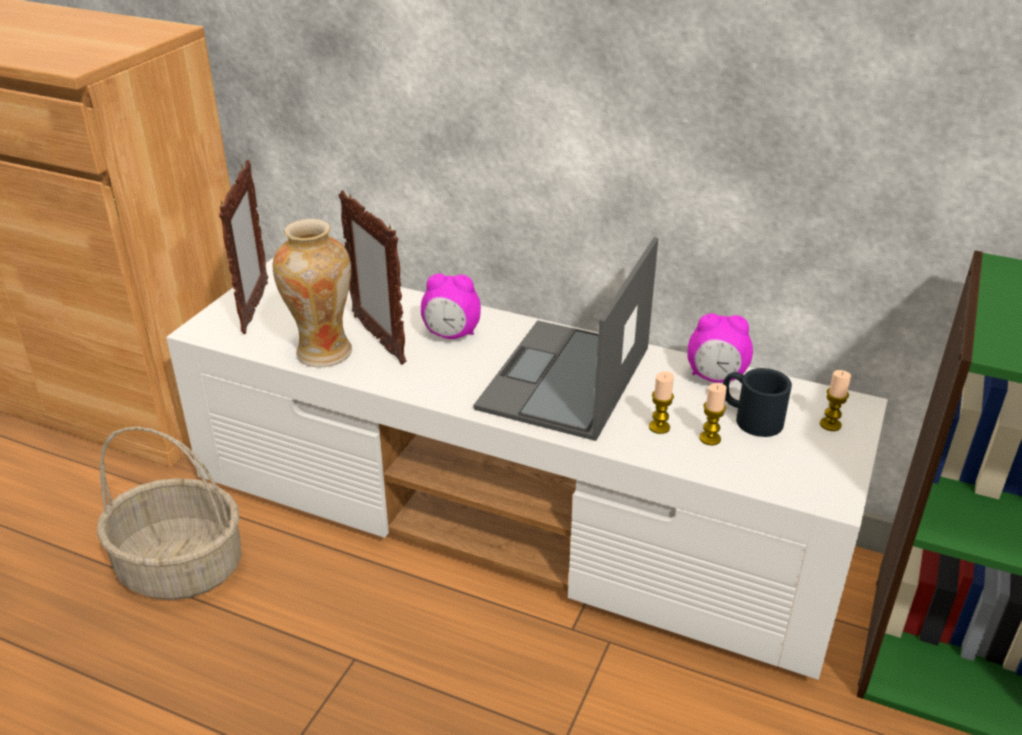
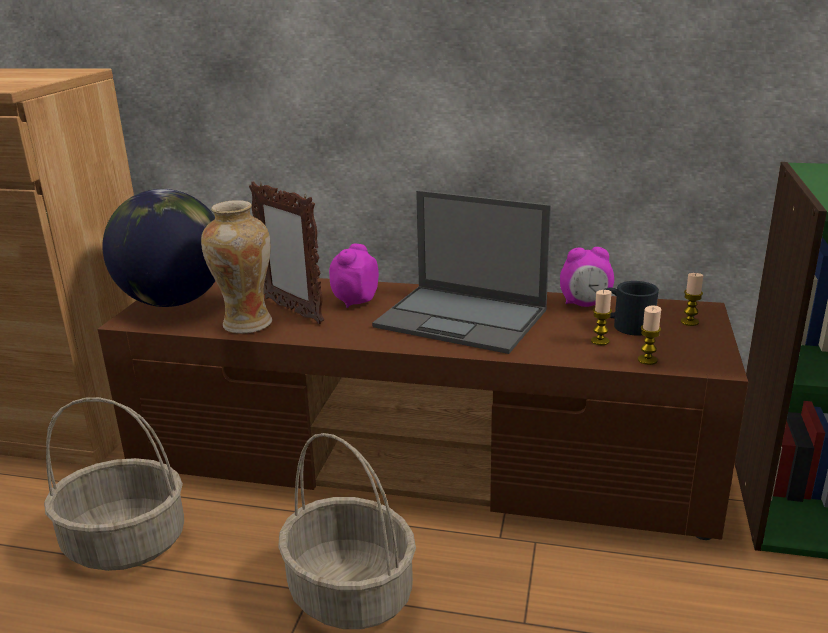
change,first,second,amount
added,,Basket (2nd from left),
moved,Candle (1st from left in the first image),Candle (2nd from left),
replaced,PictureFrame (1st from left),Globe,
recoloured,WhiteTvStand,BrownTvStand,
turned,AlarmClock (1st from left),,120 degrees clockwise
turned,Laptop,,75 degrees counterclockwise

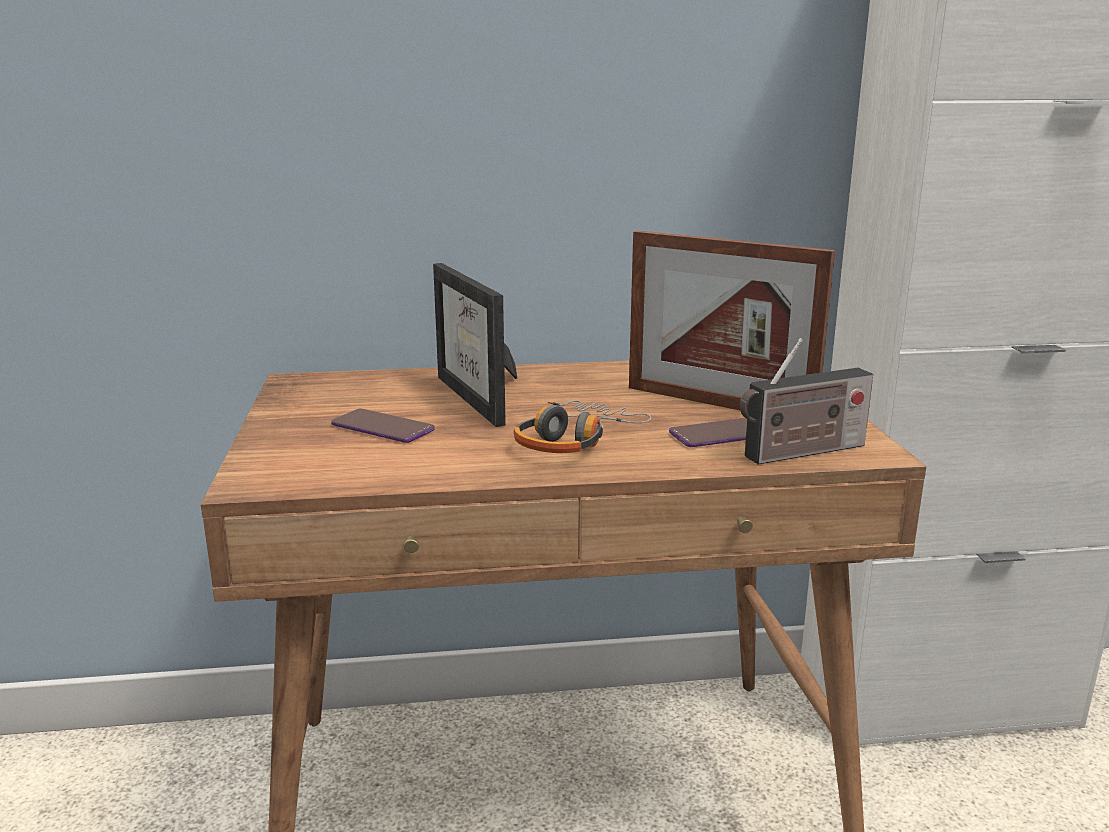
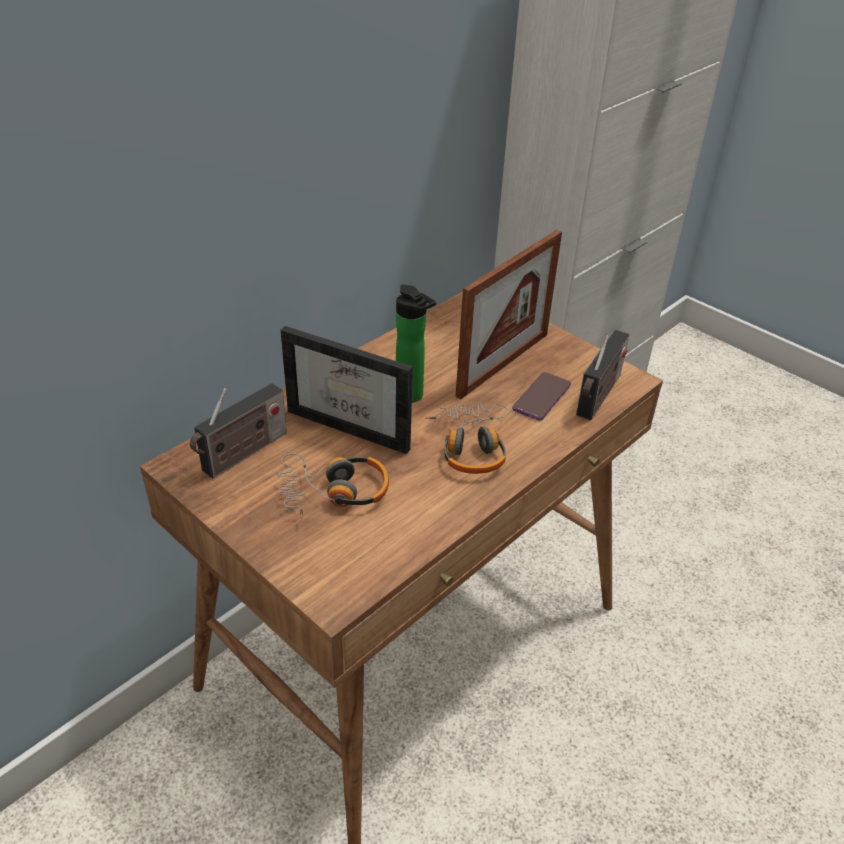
change,first,second,amount
added,,Radio (1st from left),
added,,Bottle,
replaced,Phone (1st from left),Headphones (1st from left),
turned,PictureFrame (2nd from left),,45 degrees counterclockwise

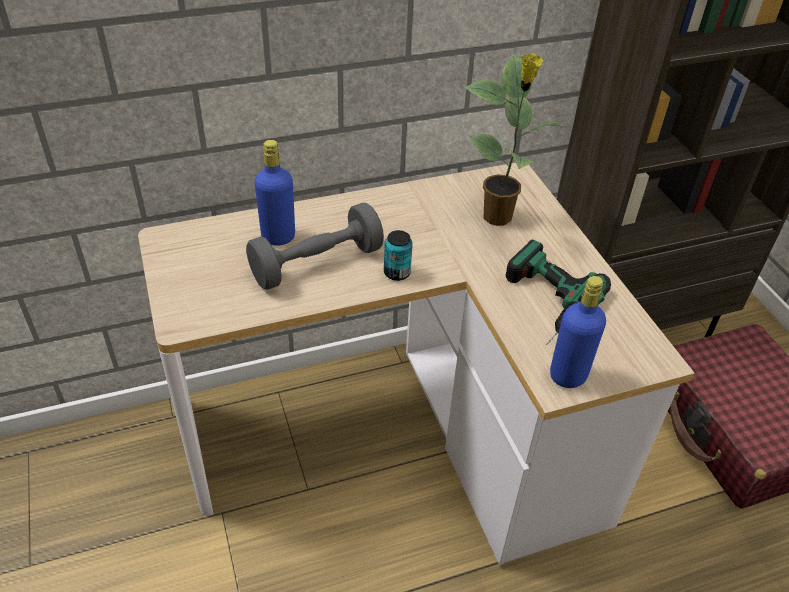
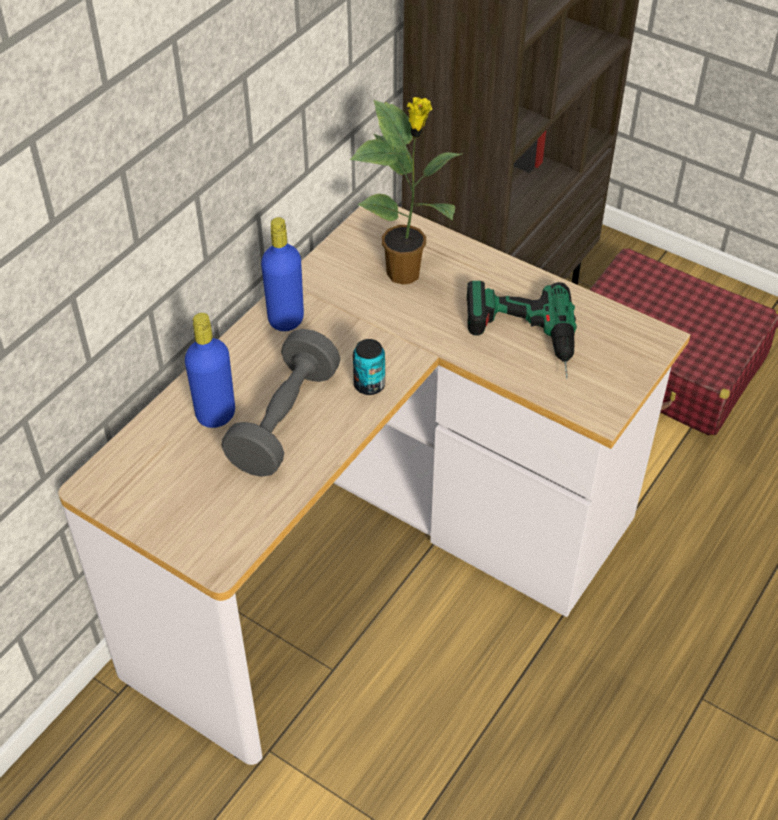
change,first,second,amount
moved,BlueBottle (2nd from left),,

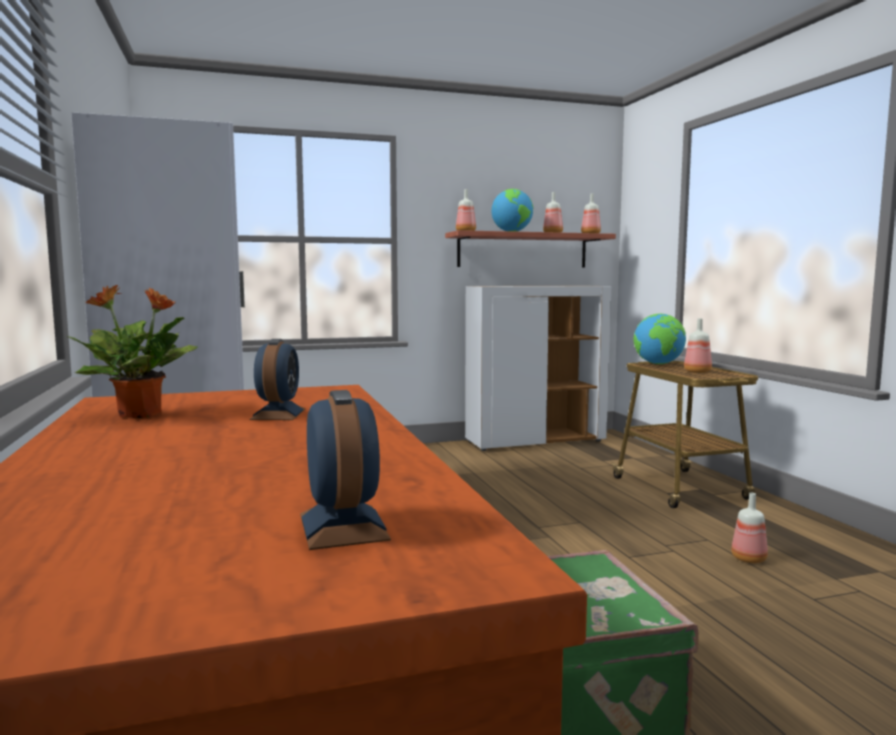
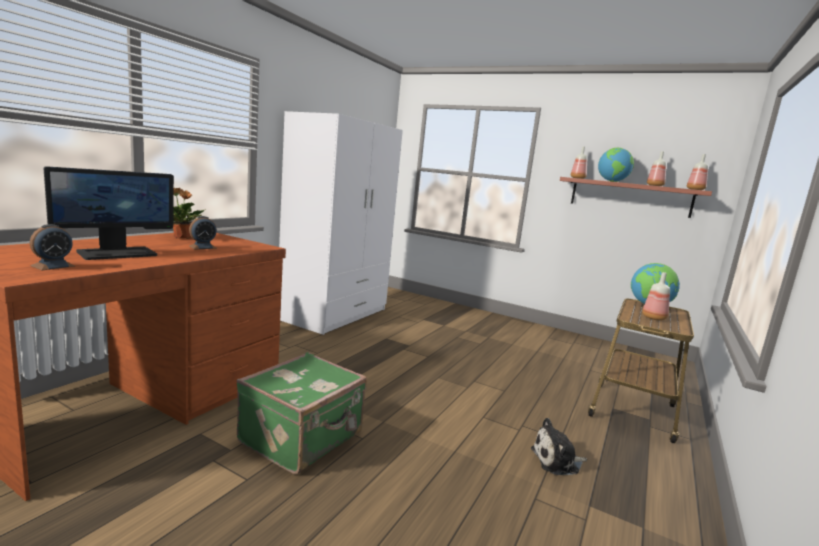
change,first,second,amount
removed,WhiteCabinet,,
added,,Monitor,
replaced,Bottle (5th from left),PlushToy,

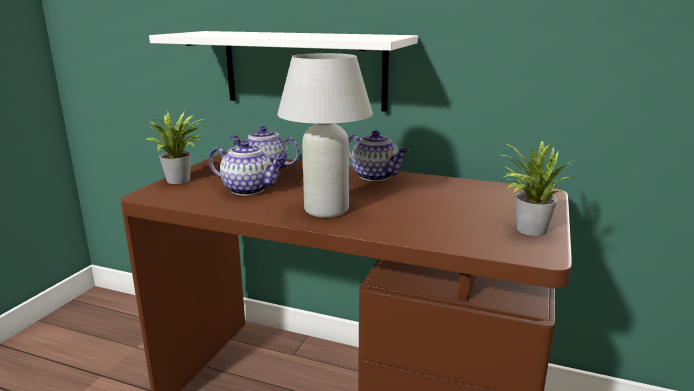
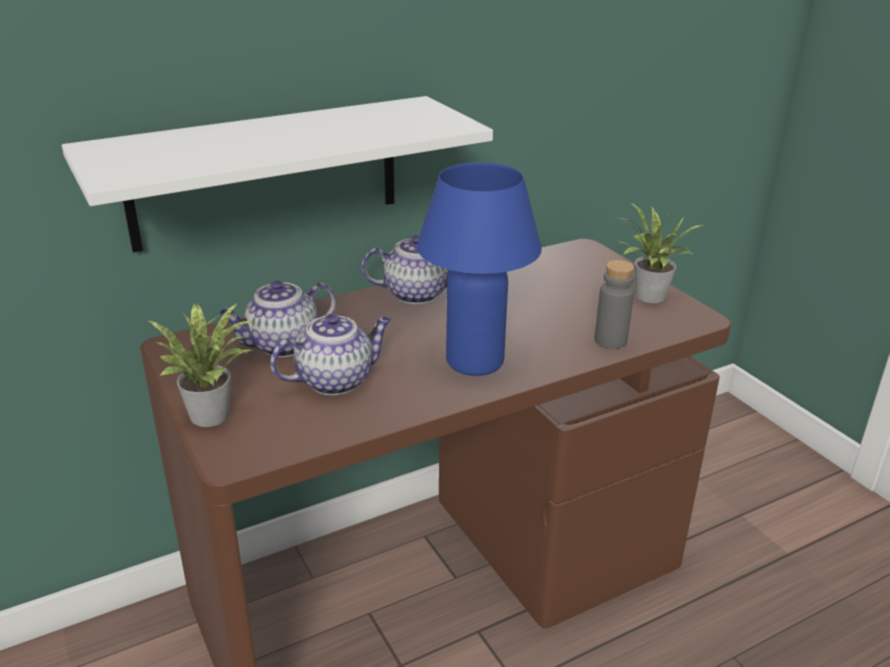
change,first,second,amount
added,,GreyBottle,
recoloured,WhiteTableLamp,BlueTableLamp,

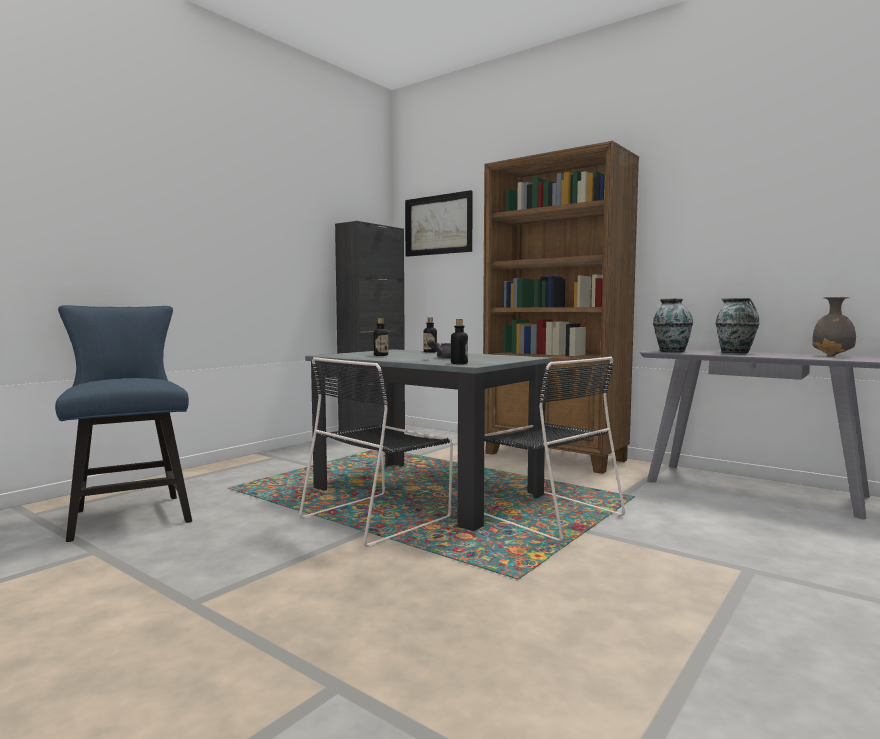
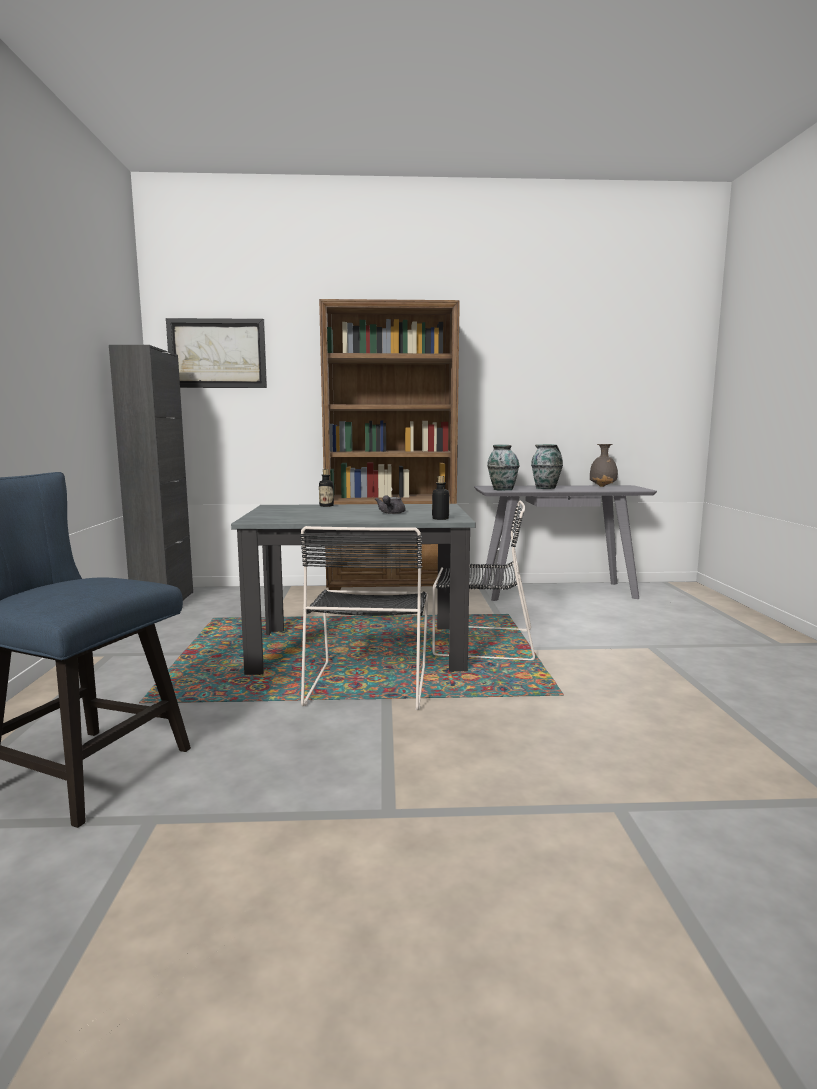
change,first,second,amount
removed,Bottle (1st from left),,

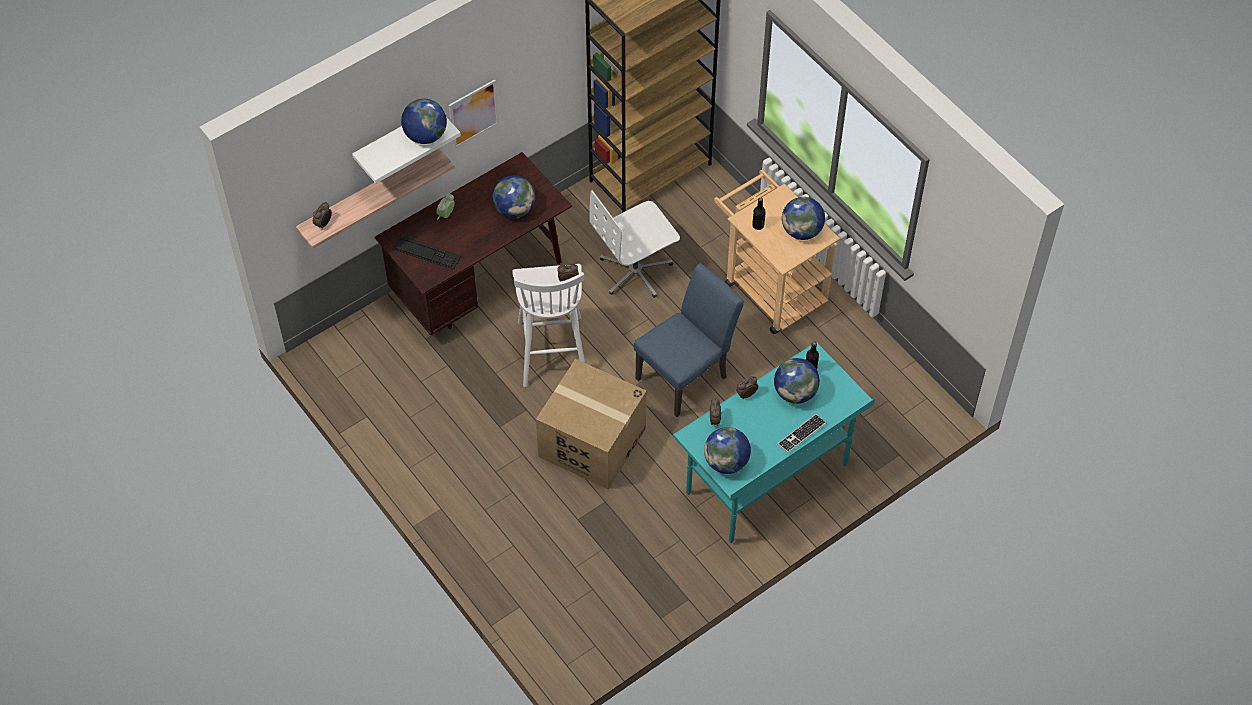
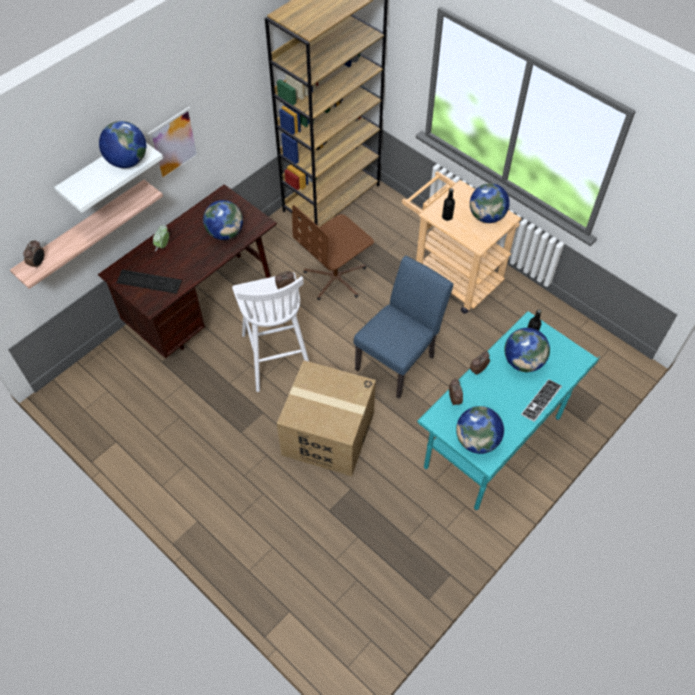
change,first,second,amount
recoloured,WhiteOfficeChair,BrownOfficeChair,

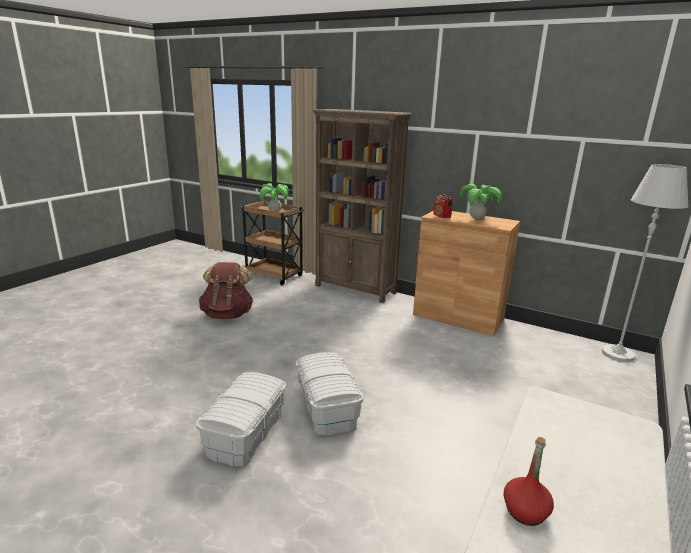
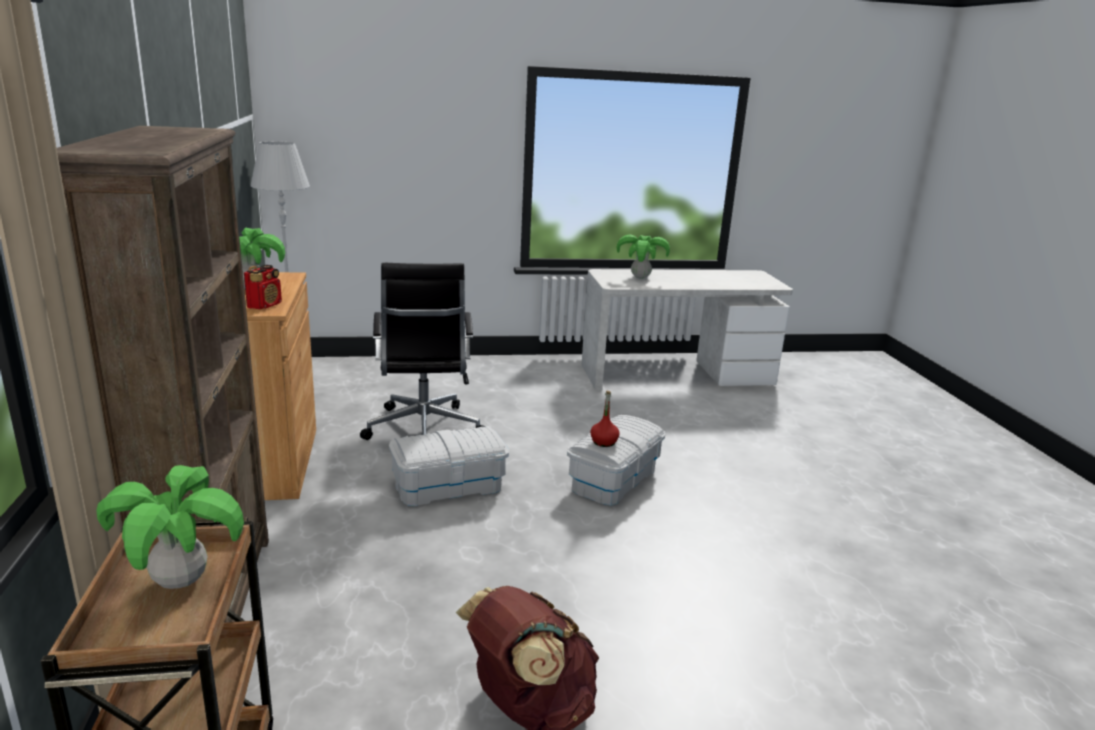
change,first,second,amount
added,,BlackOfficeChair,
added,,PottedPlant (3rd from left),
moved,WhiteStorageBox (1st from left),,
moved,RedBottle,,

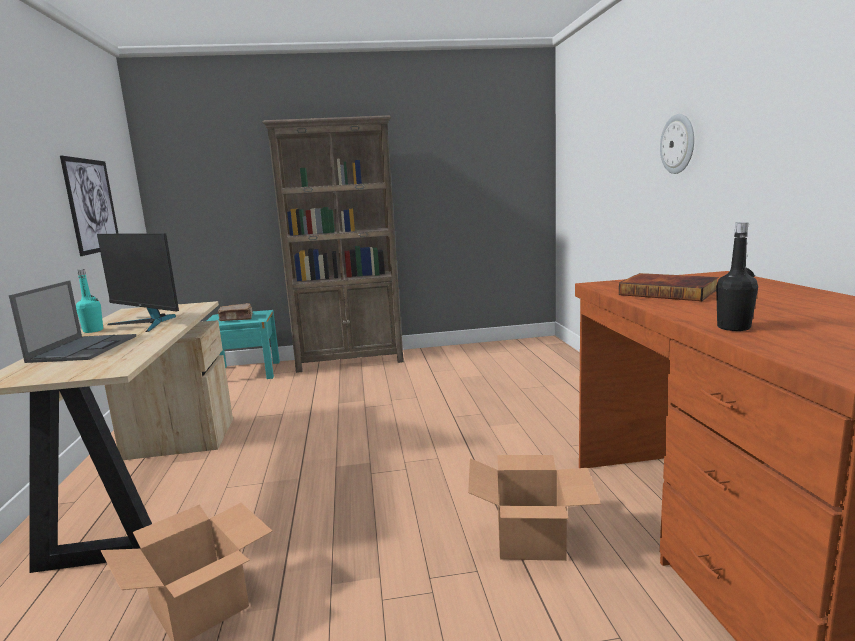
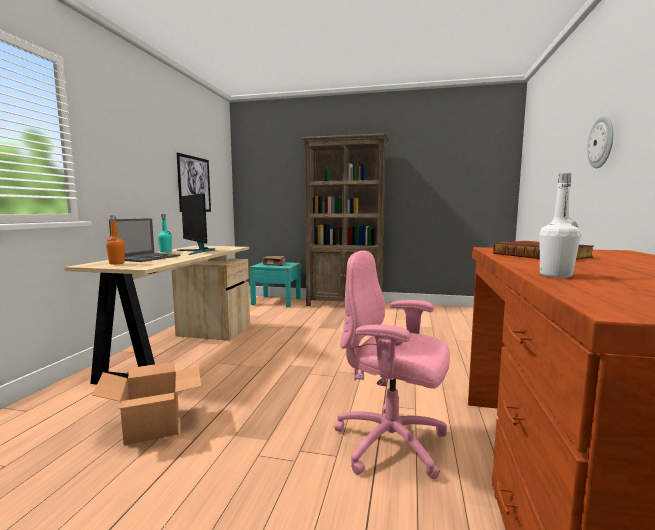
change,first,second,amount
added,,OrangeBottle,
replaced,CardboardBox (2nd from left),PinkOfficeChair,
recoloured,BlackBottle,WhiteBottle,

